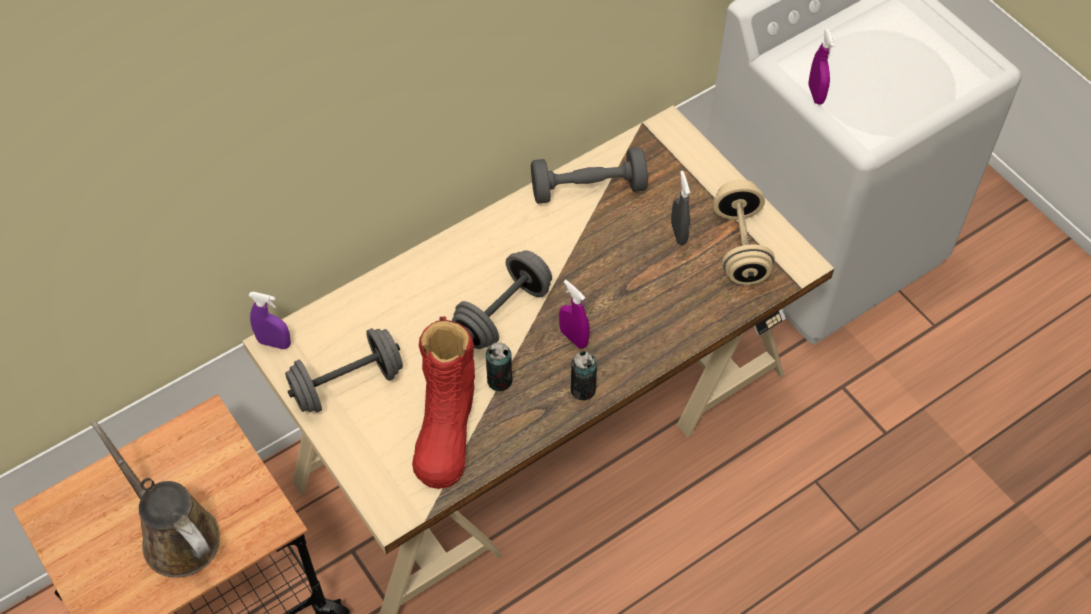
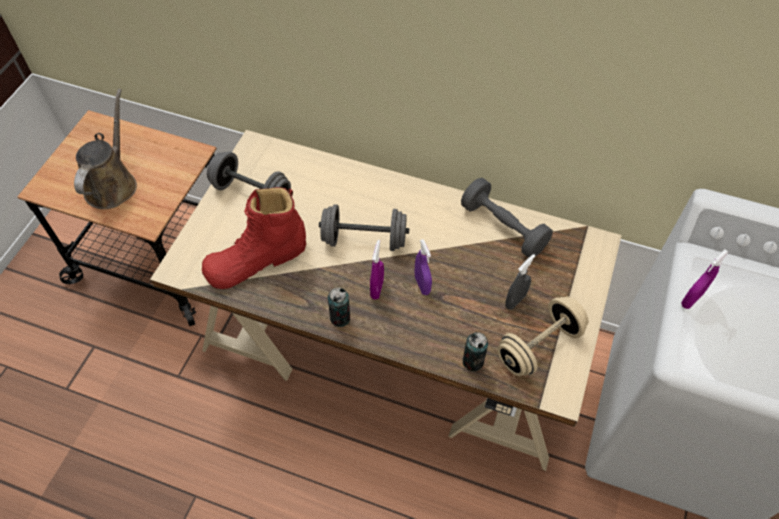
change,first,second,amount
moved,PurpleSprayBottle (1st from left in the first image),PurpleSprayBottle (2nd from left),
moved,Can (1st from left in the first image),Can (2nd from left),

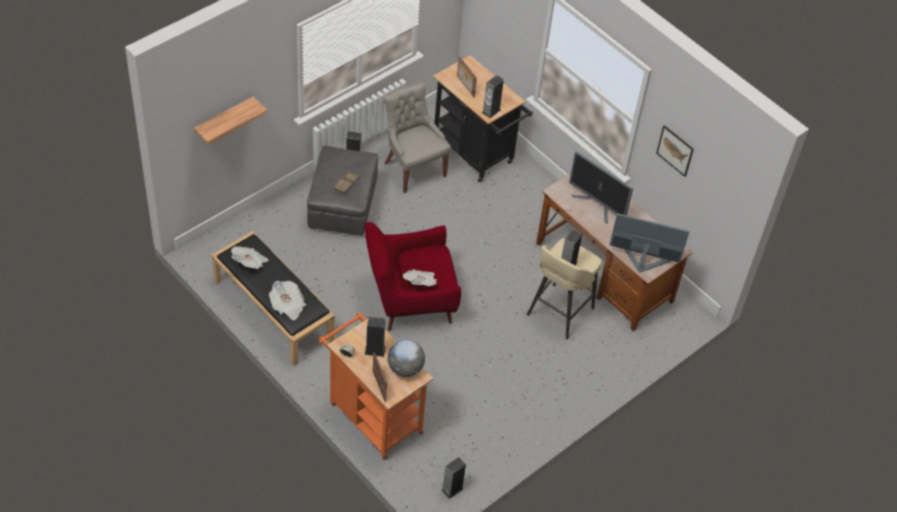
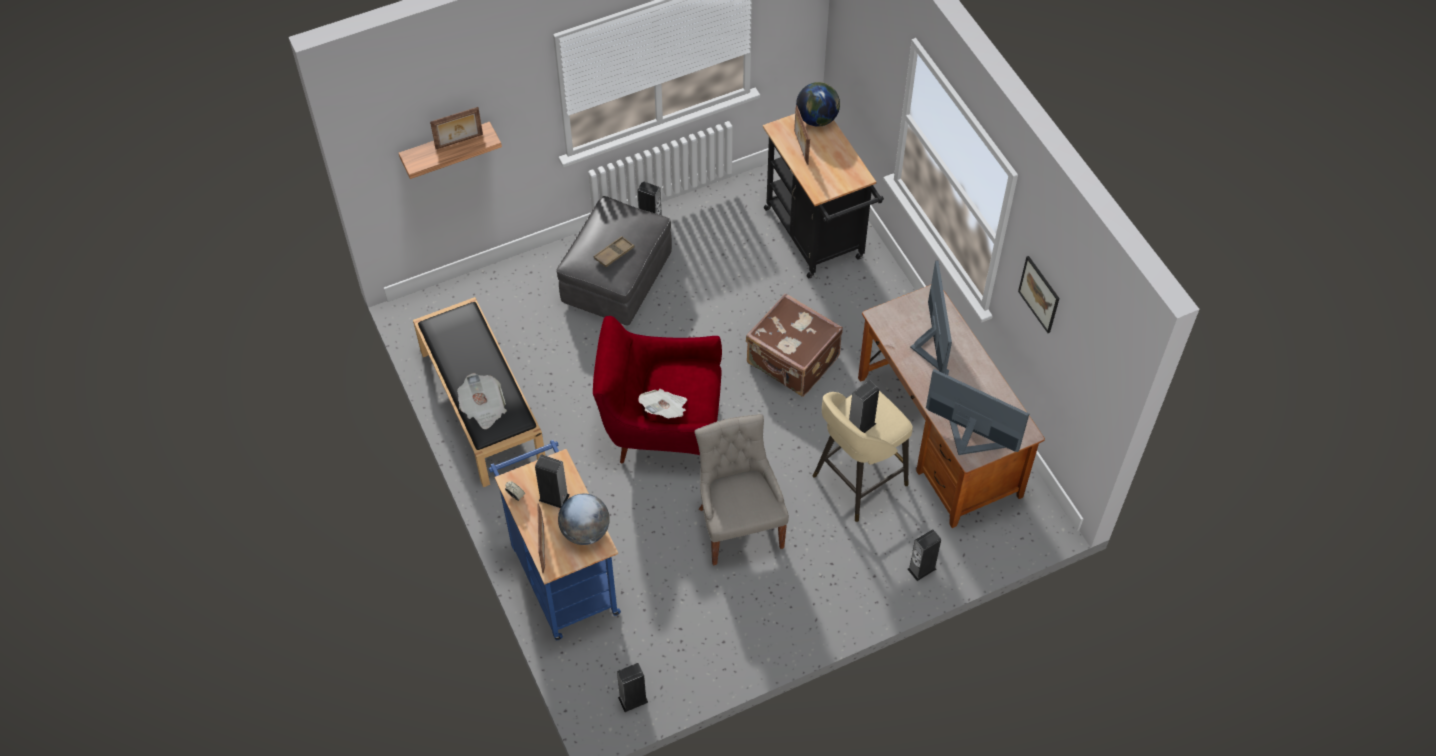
change,first,second,amount
removed,Newspaper (1st from left),,
added,,PictureFrame (1st from left),
added,,BrownSuitcase,
added,,Globe (2nd from left),
moved,GreyChair,,
moved,Speaker (4th from left in the first image),Speaker (5th from left),
recoloured,OrangeCart,BlueCart,
turned,Monitor (1st from left),,150 degrees counterclockwise

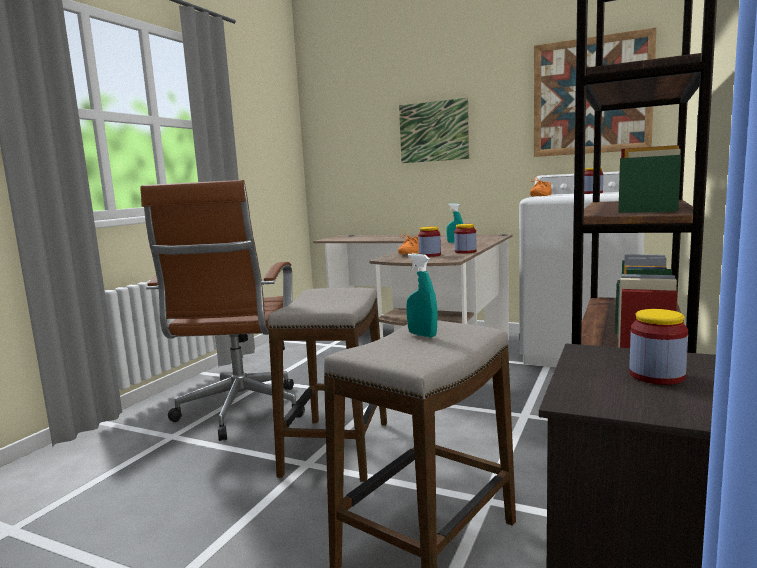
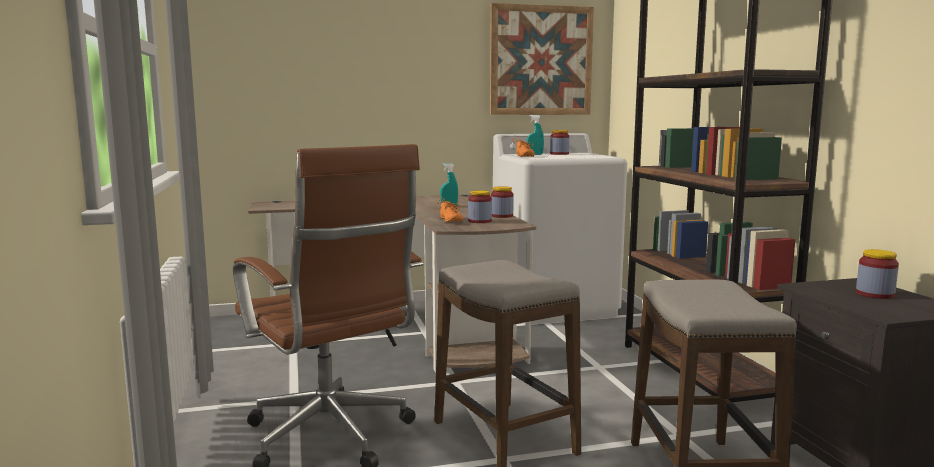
change,first,second,amount
removed,Picture (1st from left),,
moved,TurquoiseSprayBottle (1st from left in the first image),TurquoiseSprayBottle (2nd from left),

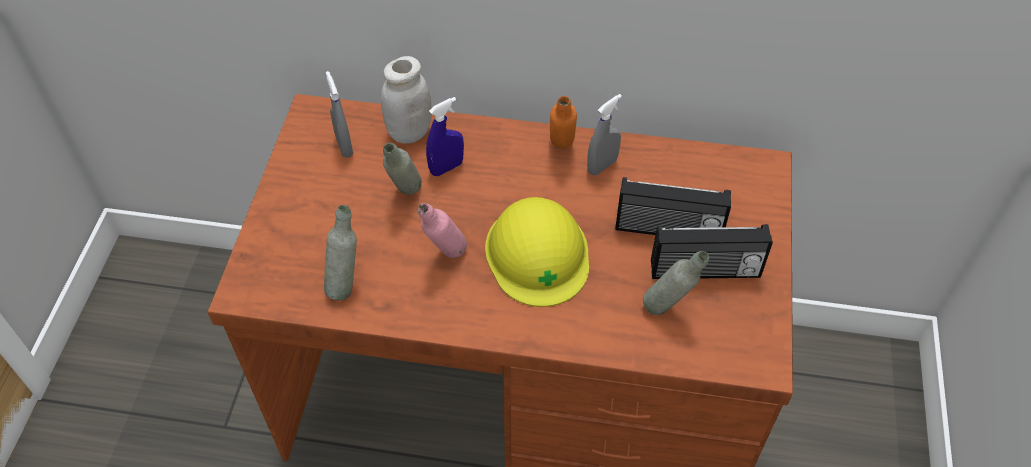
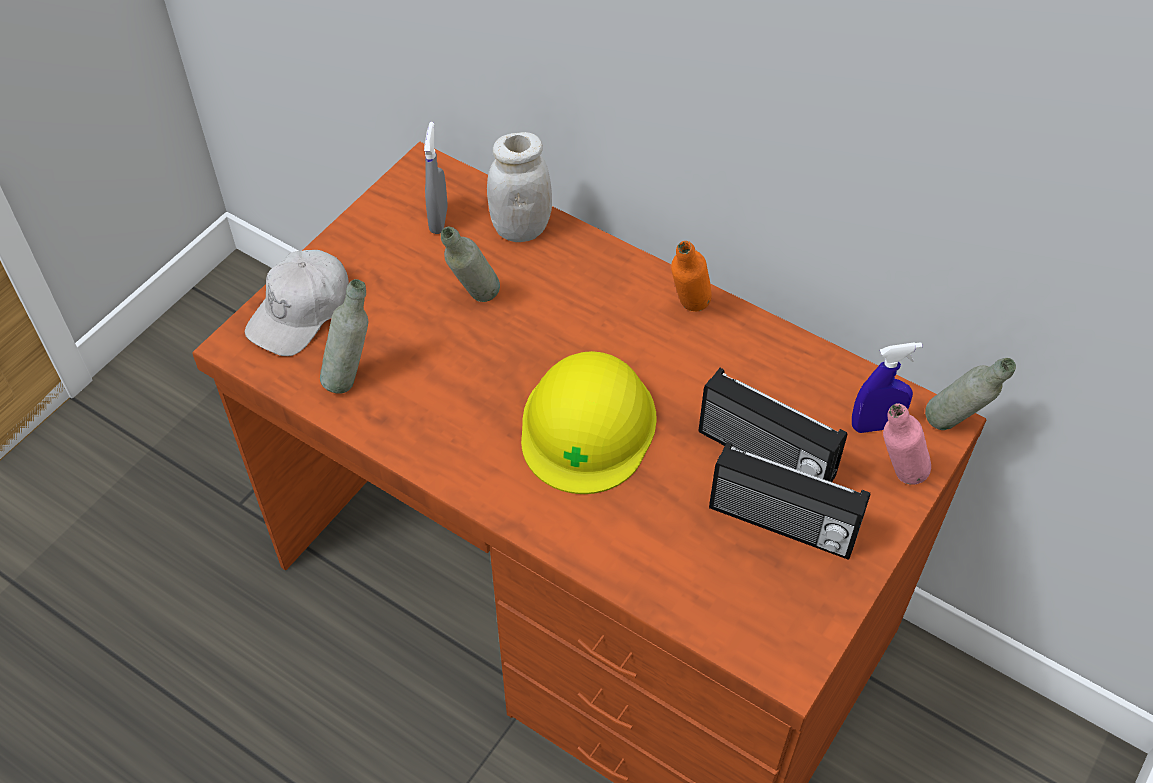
change,first,second,amount
removed,GreySprayBottle (2nd from left),,
added,,WhiteCap,
moved,PinkBottle,,
moved,BlueSprayBottle,,
moved,GreyBottle (3rd from left),,

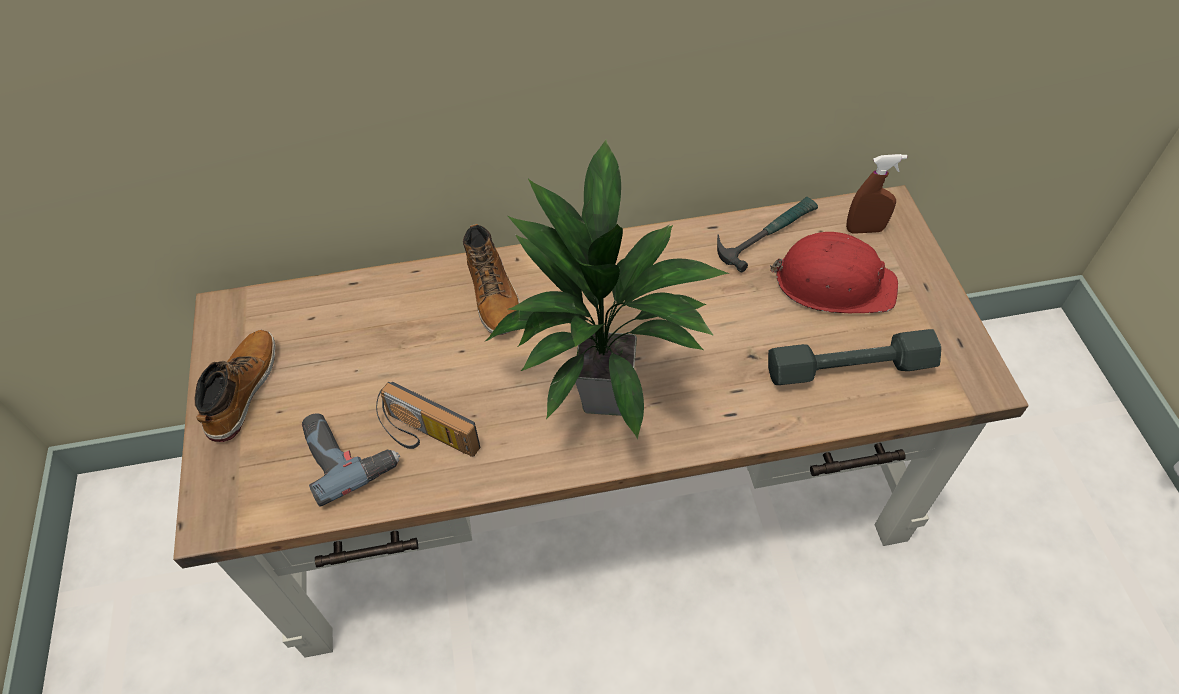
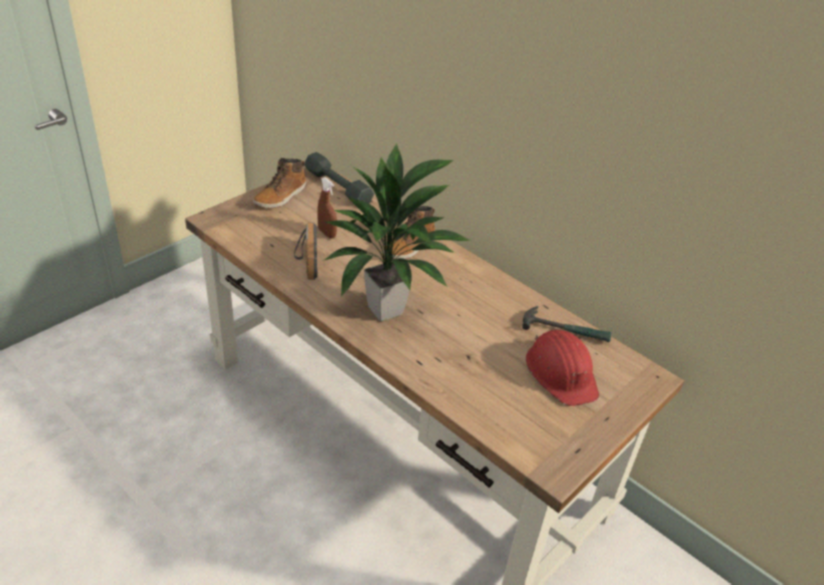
change,first,second,amount
removed,PowerDrill,,
moved,GreyDumbbell,,
moved,BrownSprayBottle,,
turned,Boot (1st from left),,150 degrees clockwise

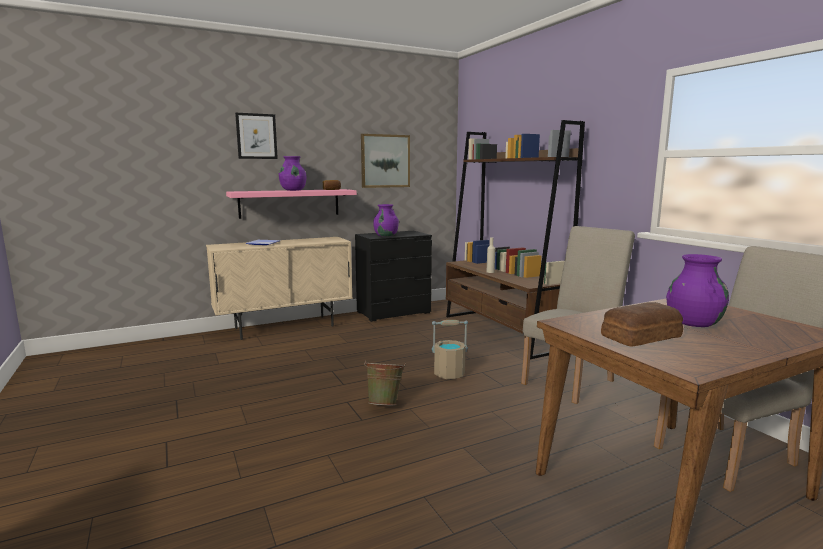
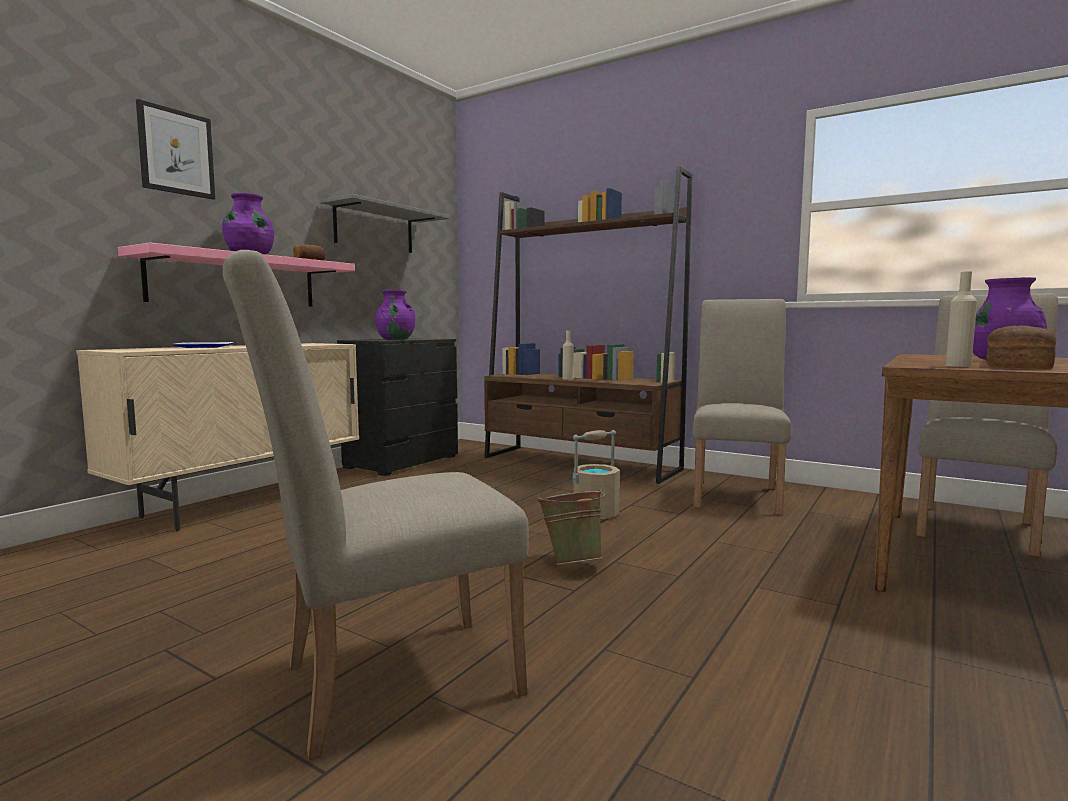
change,first,second,amount
added,,BeigeChair (1st from left),
added,,BeigeBottle (2nd from left),
replaced,Picture (2nd from left),GreyShelf,

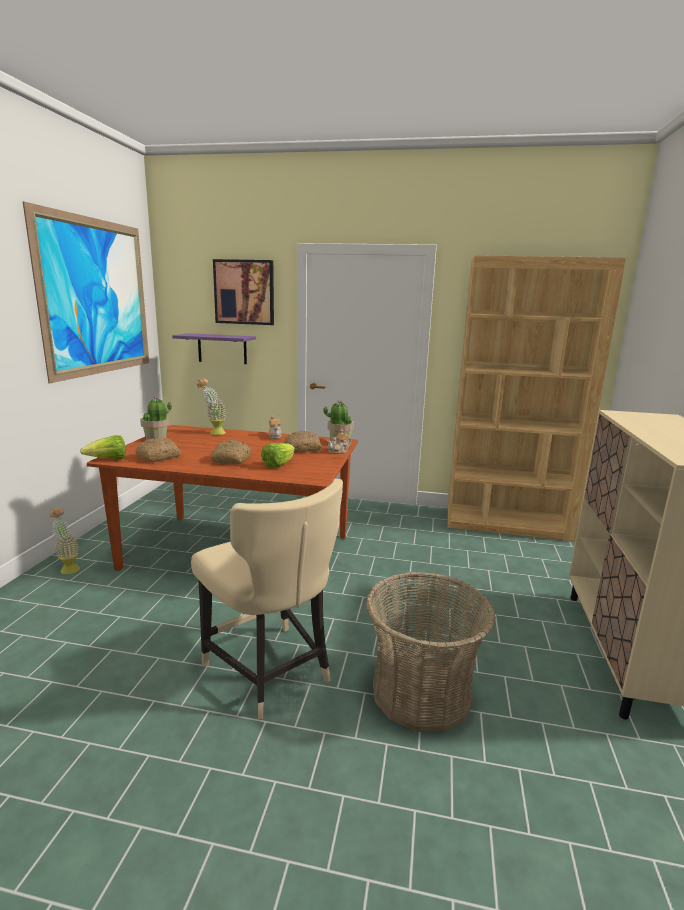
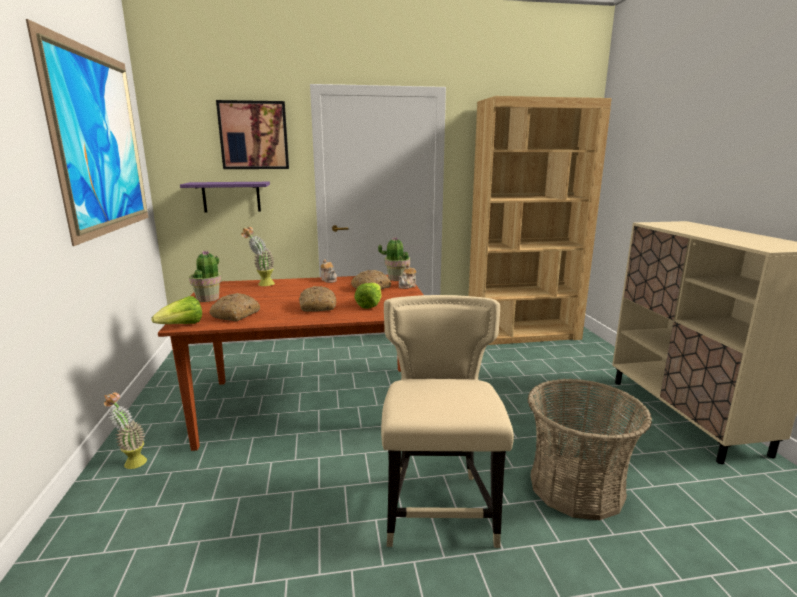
change,first,second,amount
turned,BeigeChair,,120 degrees counterclockwise

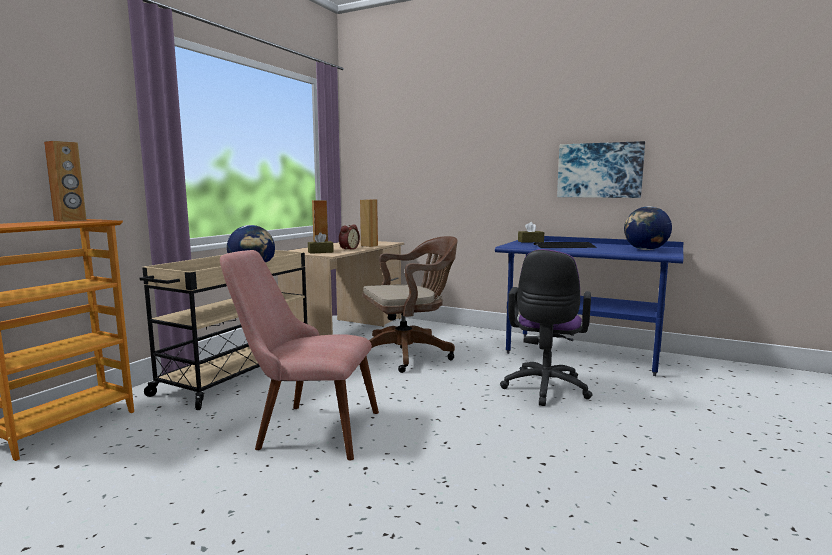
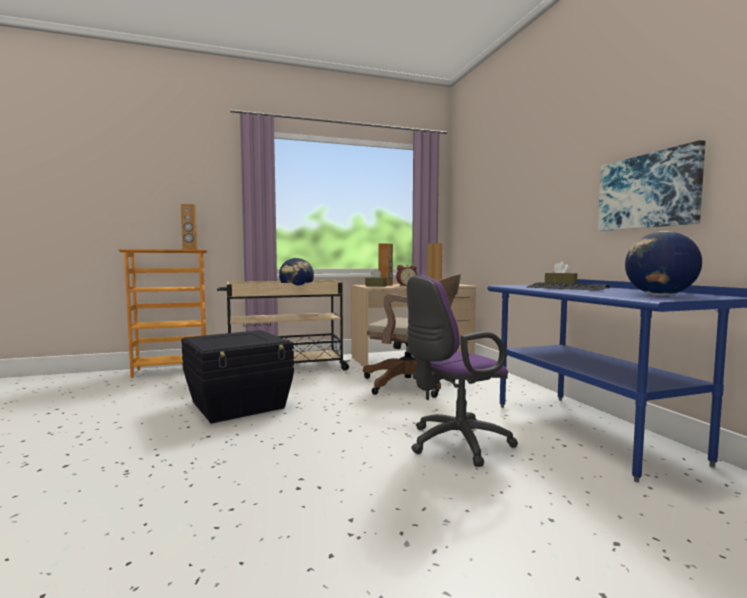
change,first,second,amount
replaced,PinkChair,BlackStorageBox,

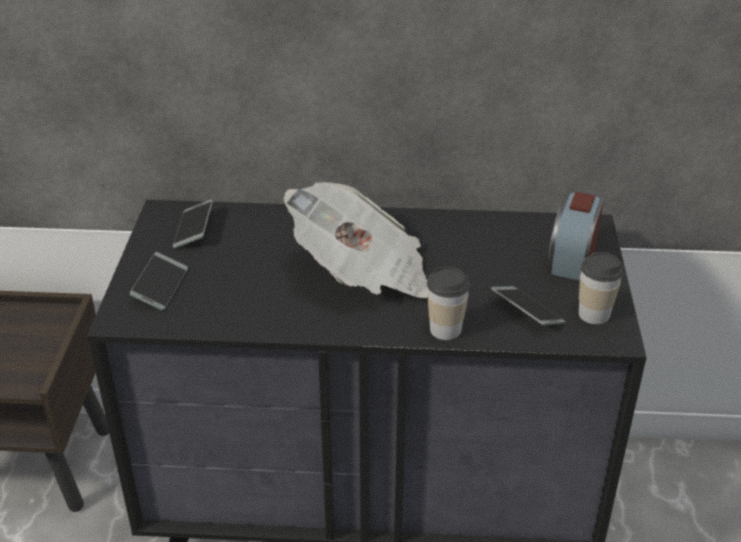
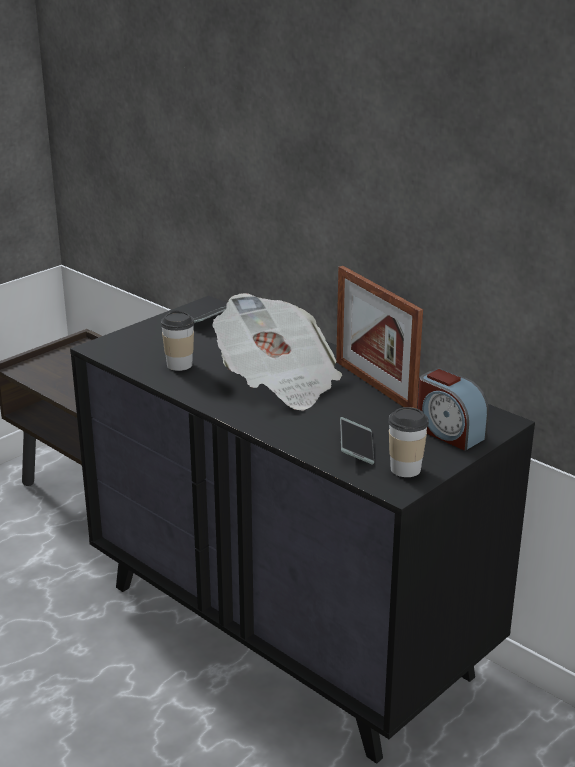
change,first,second,amount
removed,Phone (1st from left),,
added,,PictureFrame,
moved,Cup (1st from left),,
turned,AlarmClock,,105 degrees counterclockwise

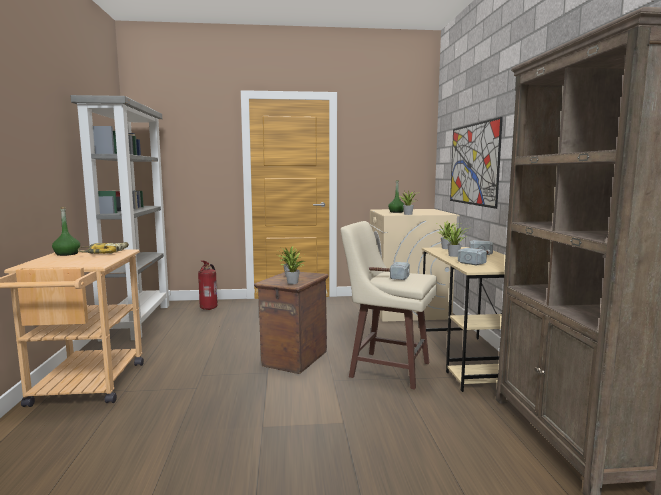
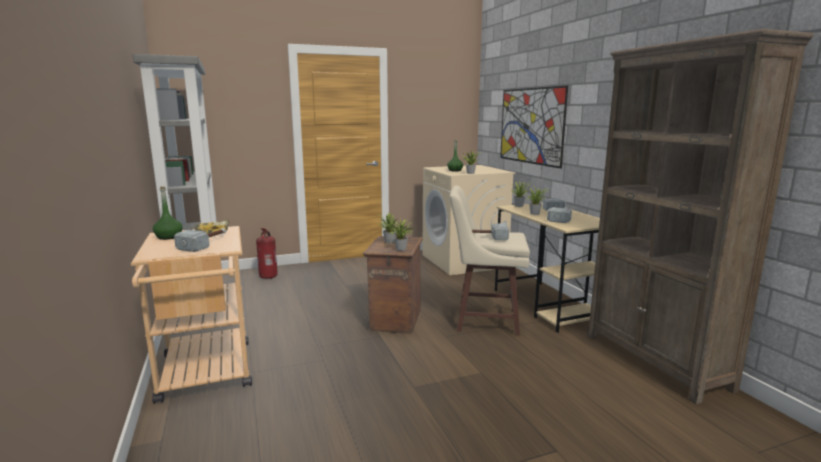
change,first,second,amount
added,,Hammer (1st from left),

